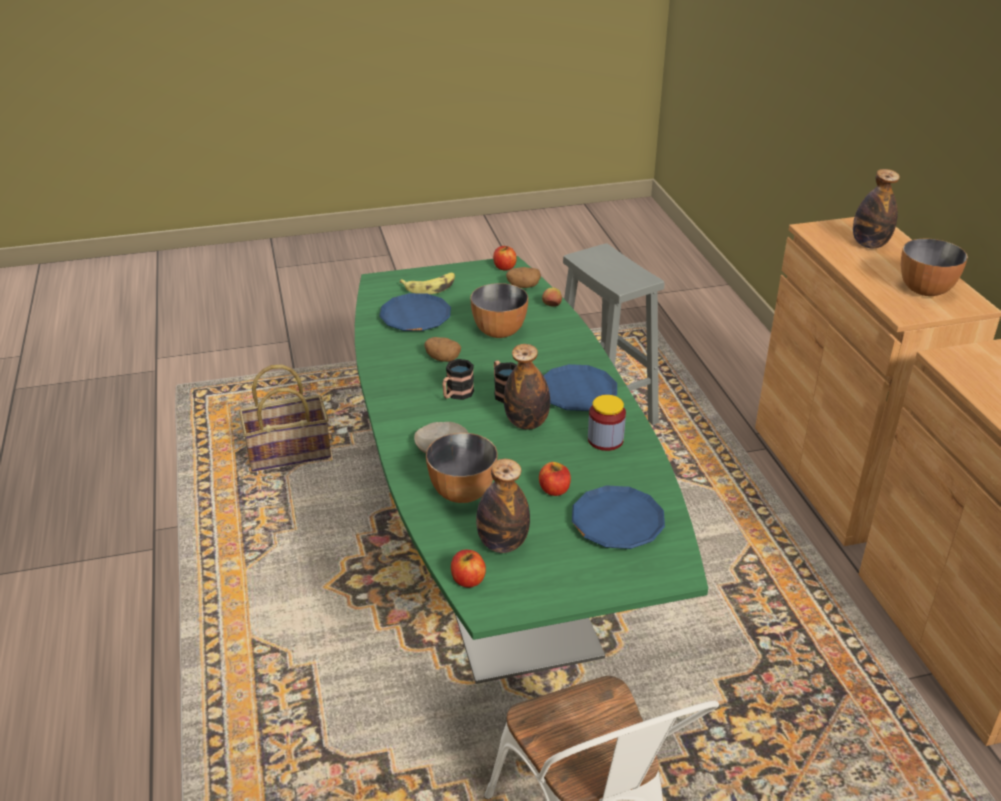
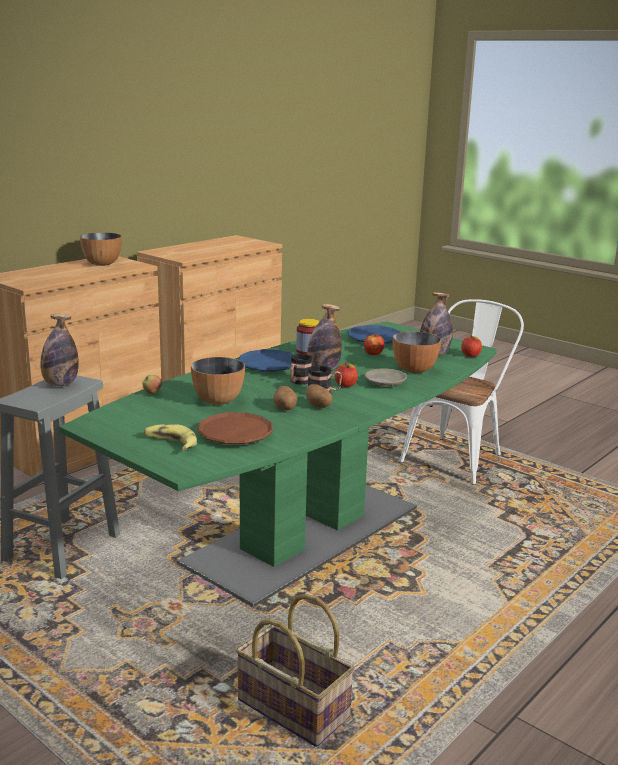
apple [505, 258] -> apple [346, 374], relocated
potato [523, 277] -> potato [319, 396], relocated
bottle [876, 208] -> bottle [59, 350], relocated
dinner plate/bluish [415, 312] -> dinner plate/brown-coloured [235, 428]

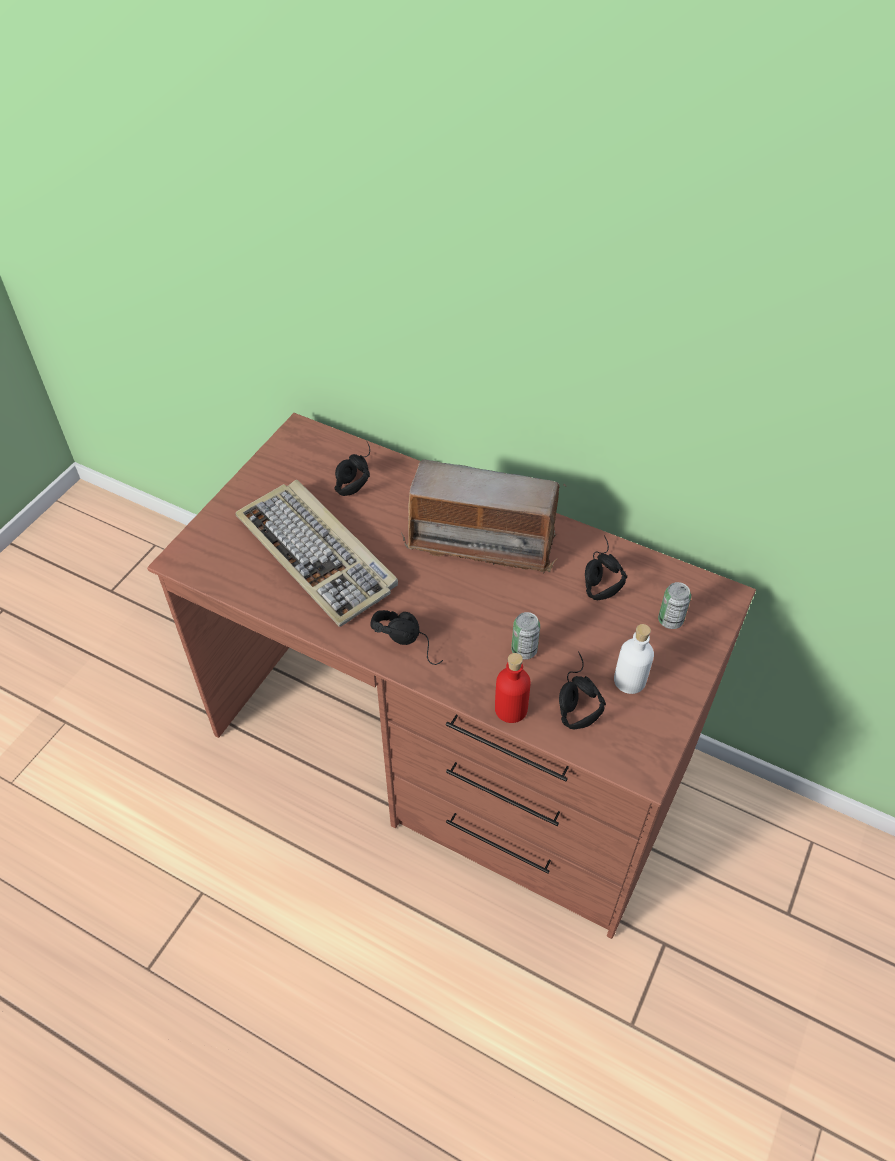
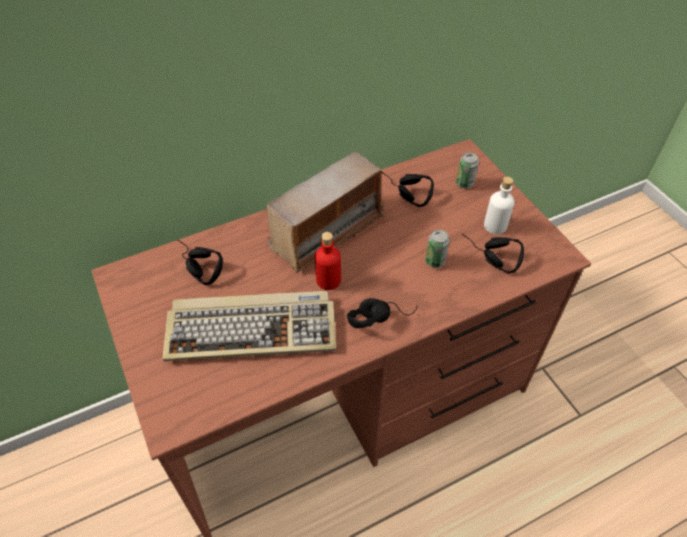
bottle/red [513, 688] -> bottle/red [328, 261], relocated

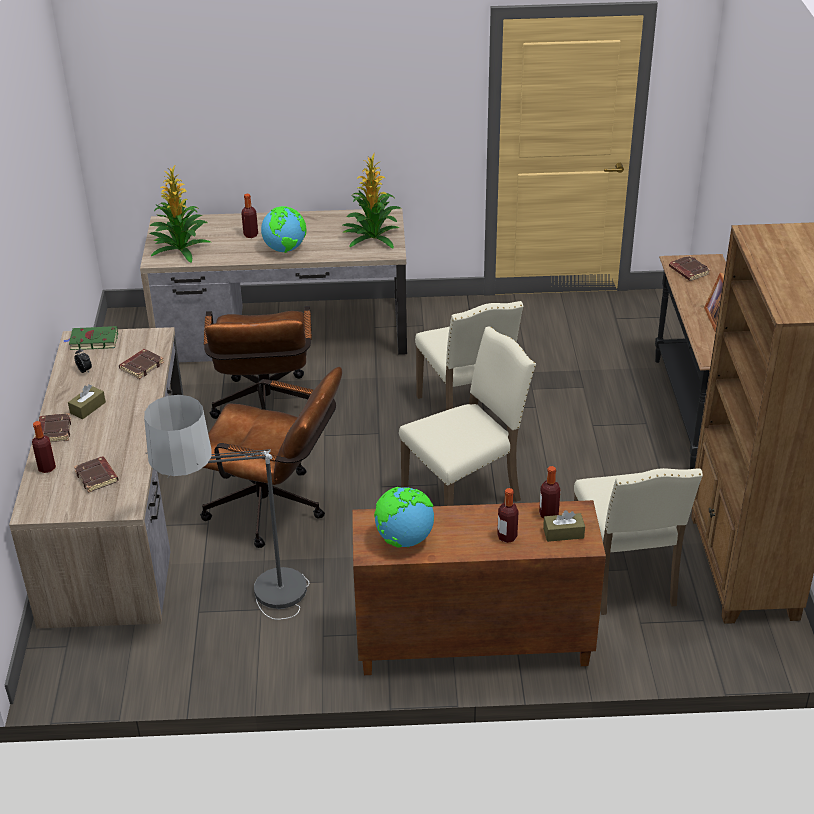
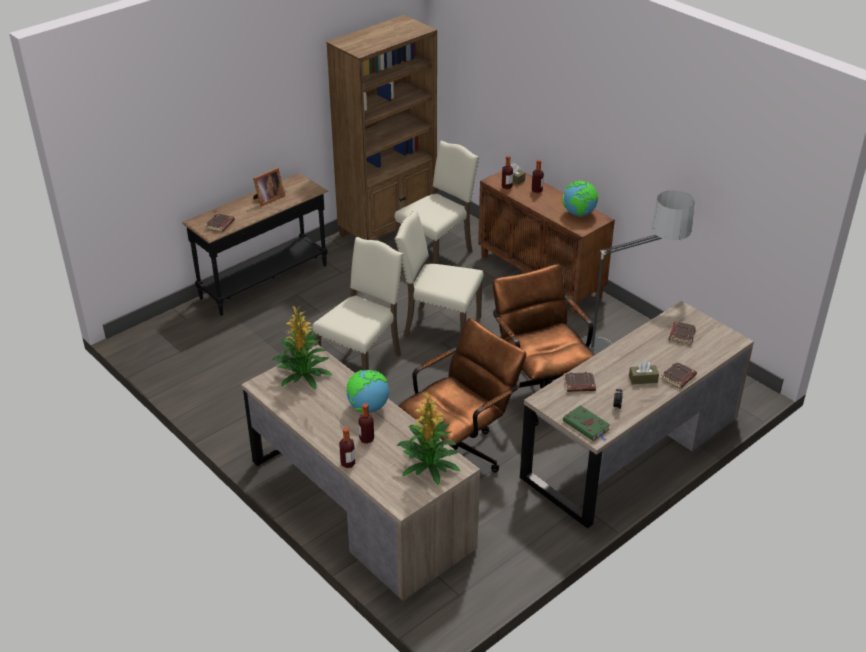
bottle [44, 447] -> bottle [347, 447], relocated

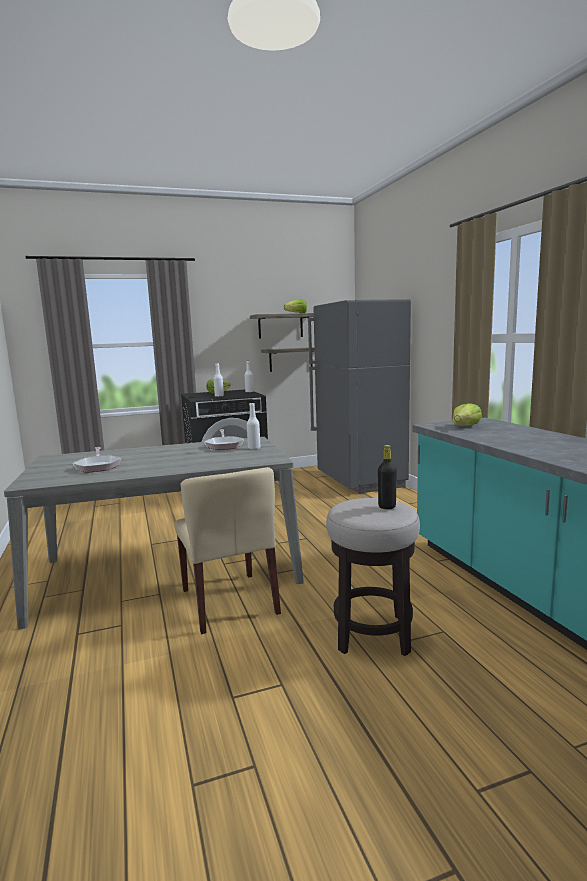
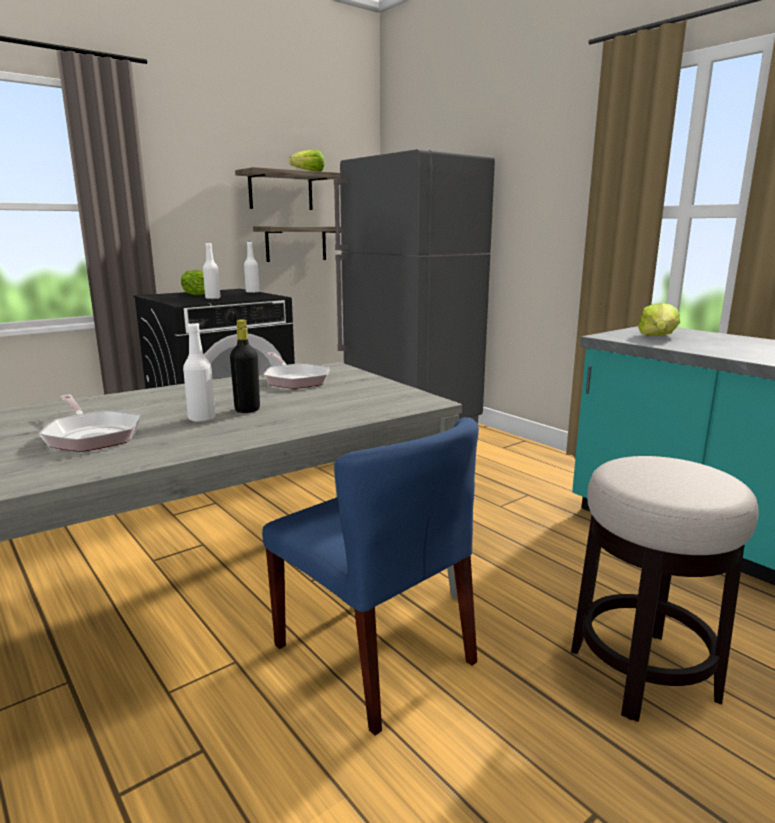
bottle/white [254, 426] -> bottle/white [199, 372], relocated
bottle/blackish [387, 477] -> bottle/blackish [245, 366], relocated
chair/beige-coloured [228, 550] -> chair/bluish [370, 576]

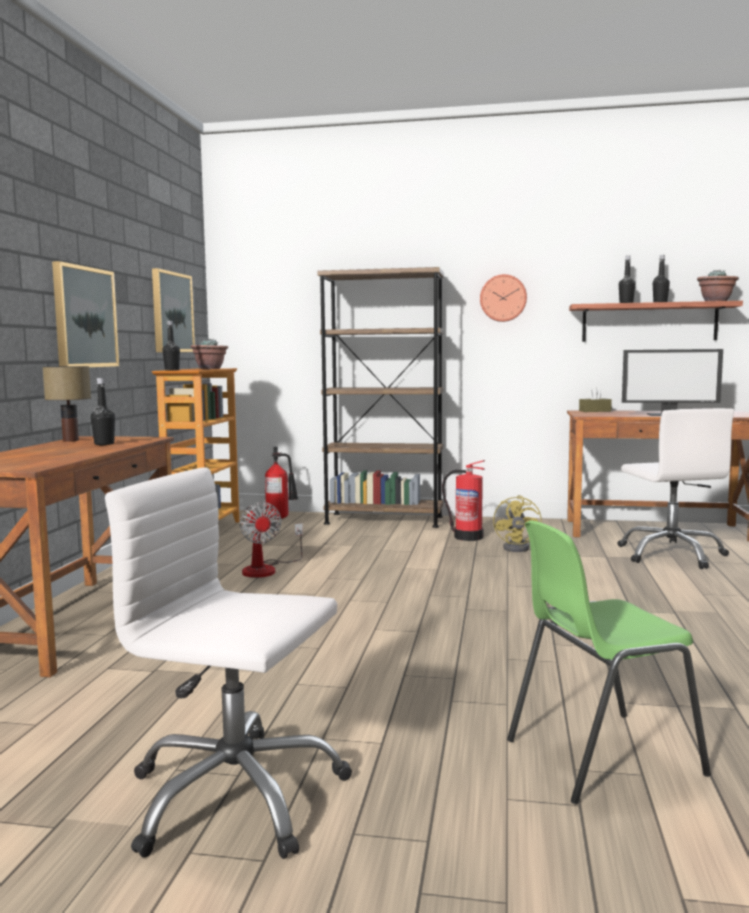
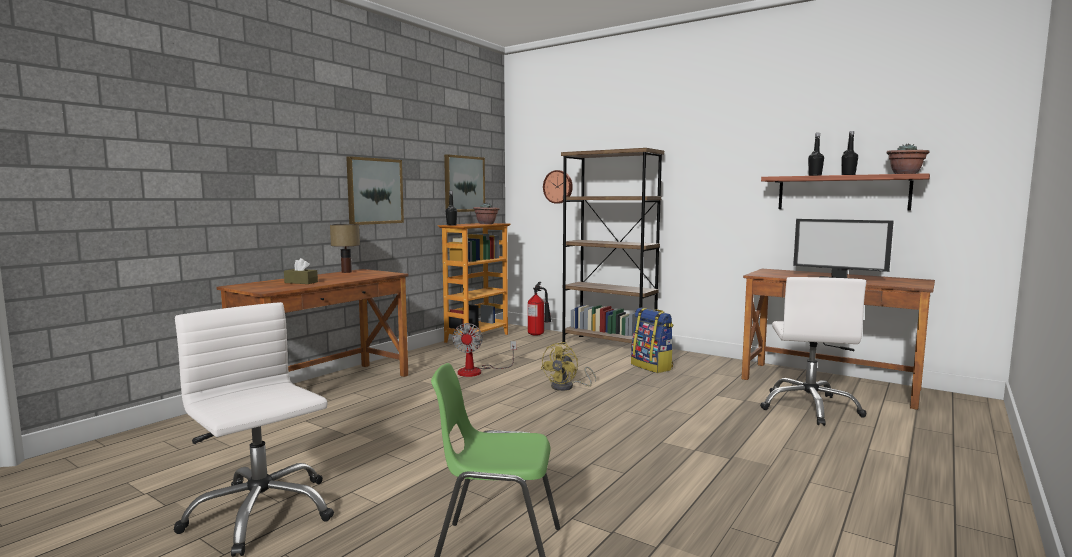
bottle/blackish [103, 411] -> none
hanging clock [503, 298] -> hanging clock [558, 187], relocated
fan/yellowish [517, 523] -> fan/yellowish [568, 366], relocated
box of tissues/brown-coloured [595, 399] -> box of tissues/brown-coloured [301, 271], relocated
fire extinguisher [463, 500] -> knapsack [652, 340]

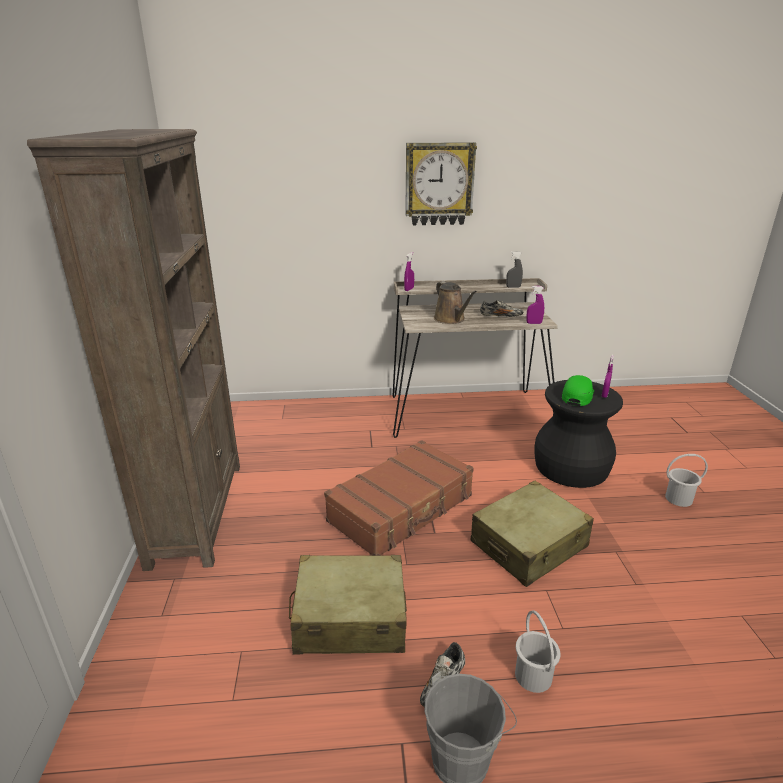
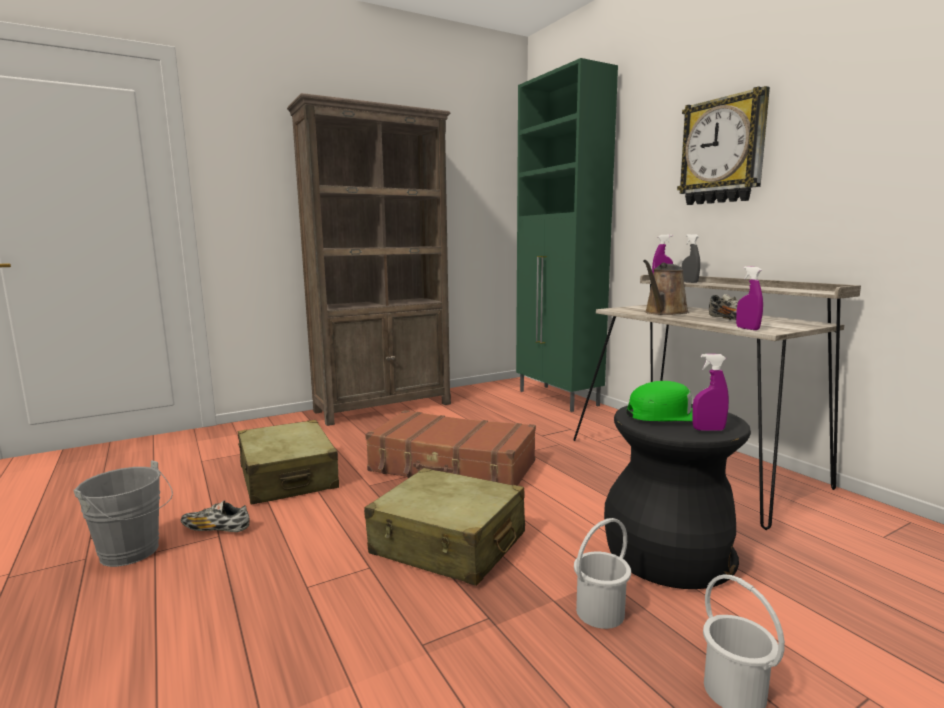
none -> cupboard/green-coloured [567, 235]
hand sprayer/greyish [514, 269] -> hand sprayer/greyish [691, 258], relocated
bucket/white [537, 652] -> bucket/white [602, 573], relocated

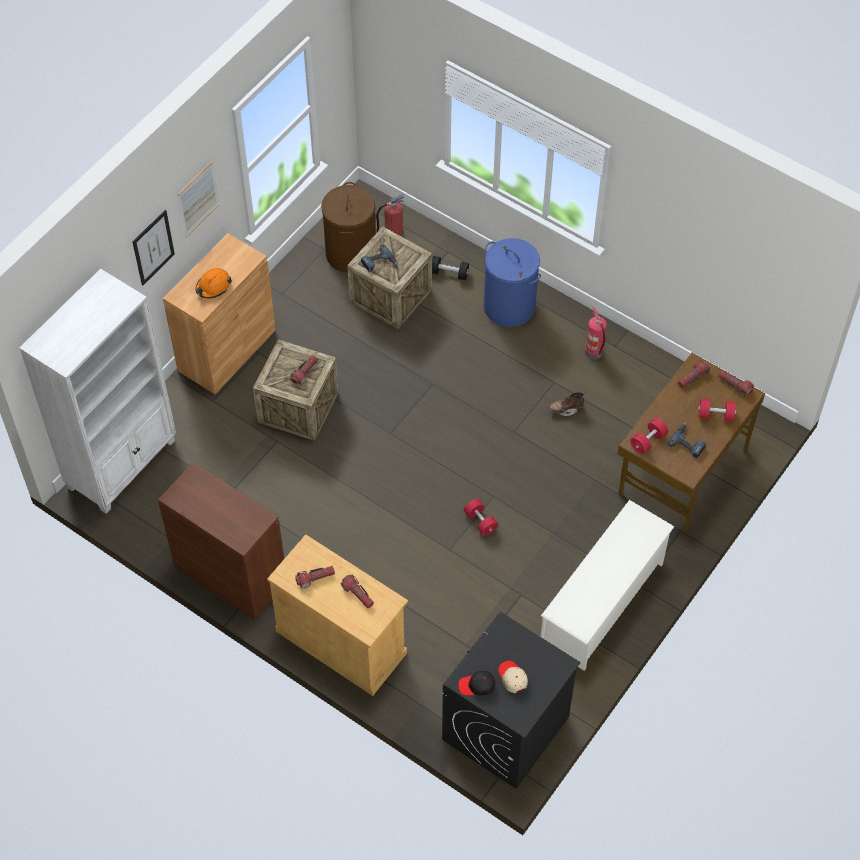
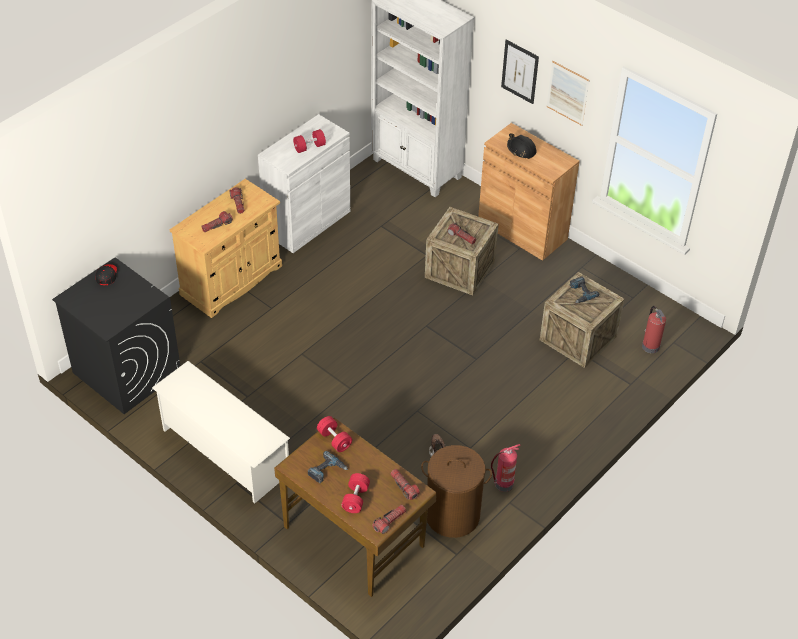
dumbbell/blackish [450, 268] -> none
laundry basket/bluish [512, 282] -> none
baseball cap/beige-coloured [513, 677] -> none
laundry basket/brown-coloured [348, 227] -> laundry basket/brown-coloured [456, 491], relocated
dumbbell/red [481, 517] -> dumbbell/red [309, 141], relocated
cupboard/brown-coloured [221, 540] -> cupboard/white [304, 183]
work helmet/orangey [214, 283] -> work helmet/blackish [522, 146]

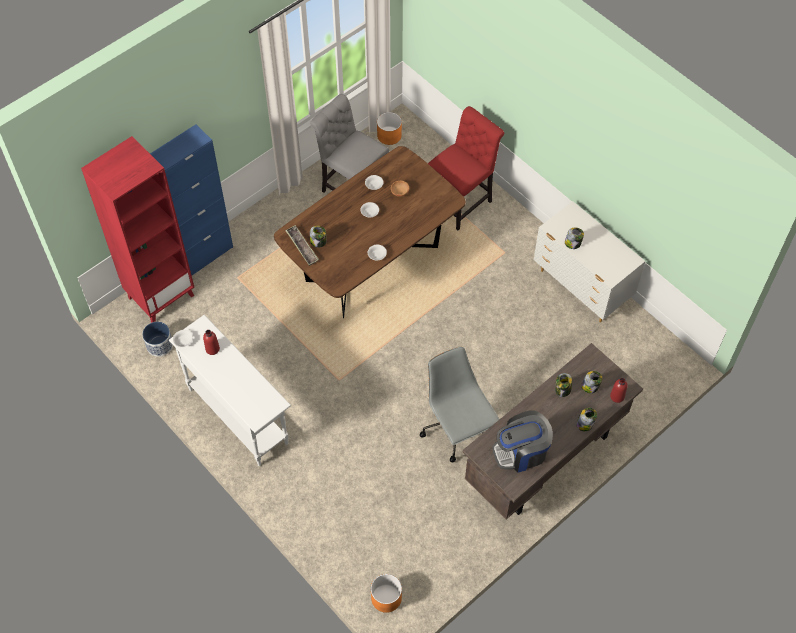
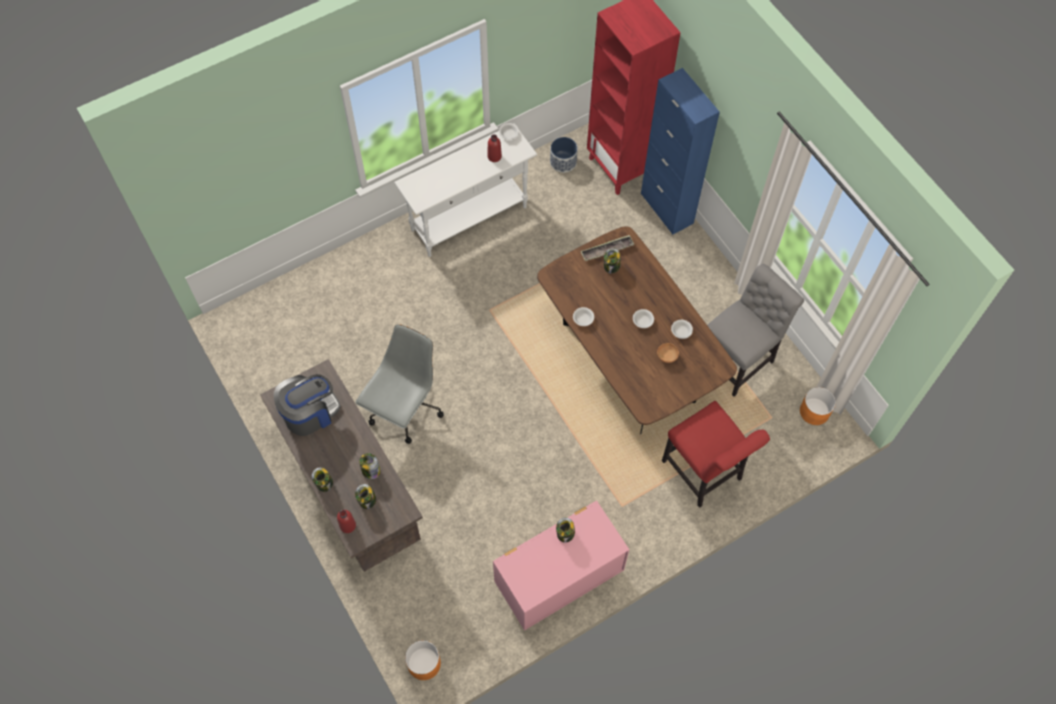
planter/orangey [386, 593] -> planter/orangey [423, 660], relocated
chest of drawers/white [589, 261] -> chest of drawers/pink-coloured [561, 565]
office chair/greyish [460, 404] -> office chair/greyish [400, 384], 45 degrees counterclockwise
coffee brewer [523, 441] -> coffee brewer [307, 405], 60 degrees clockwise

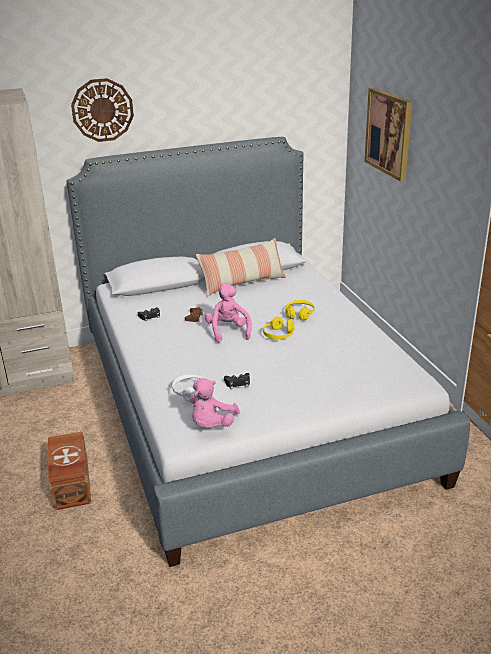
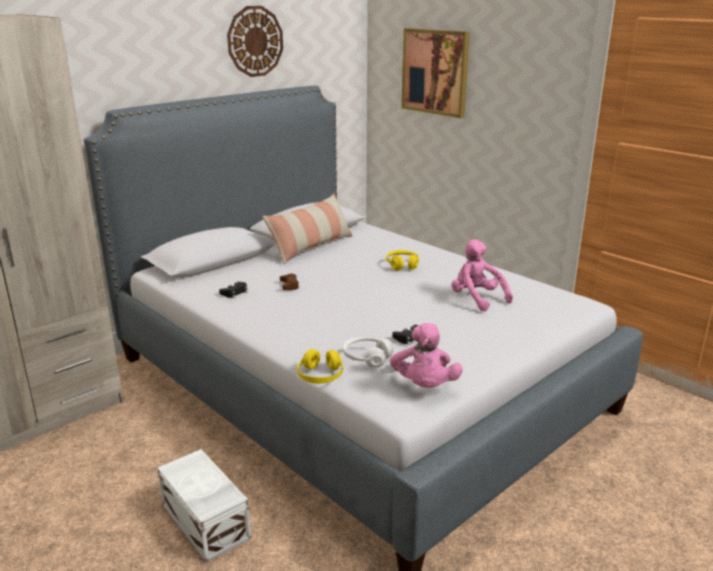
hanging clock [102, 110] -> hanging clock [255, 41], relocated
cuddly toy/pink-coloured [228, 313] -> cuddly toy/pink-coloured [482, 275], relocated
headphones/yellowish [278, 328] -> headphones/yellowish [320, 366], relocated
storage box/brown-coloured [69, 471] -> storage box/white [204, 505]

